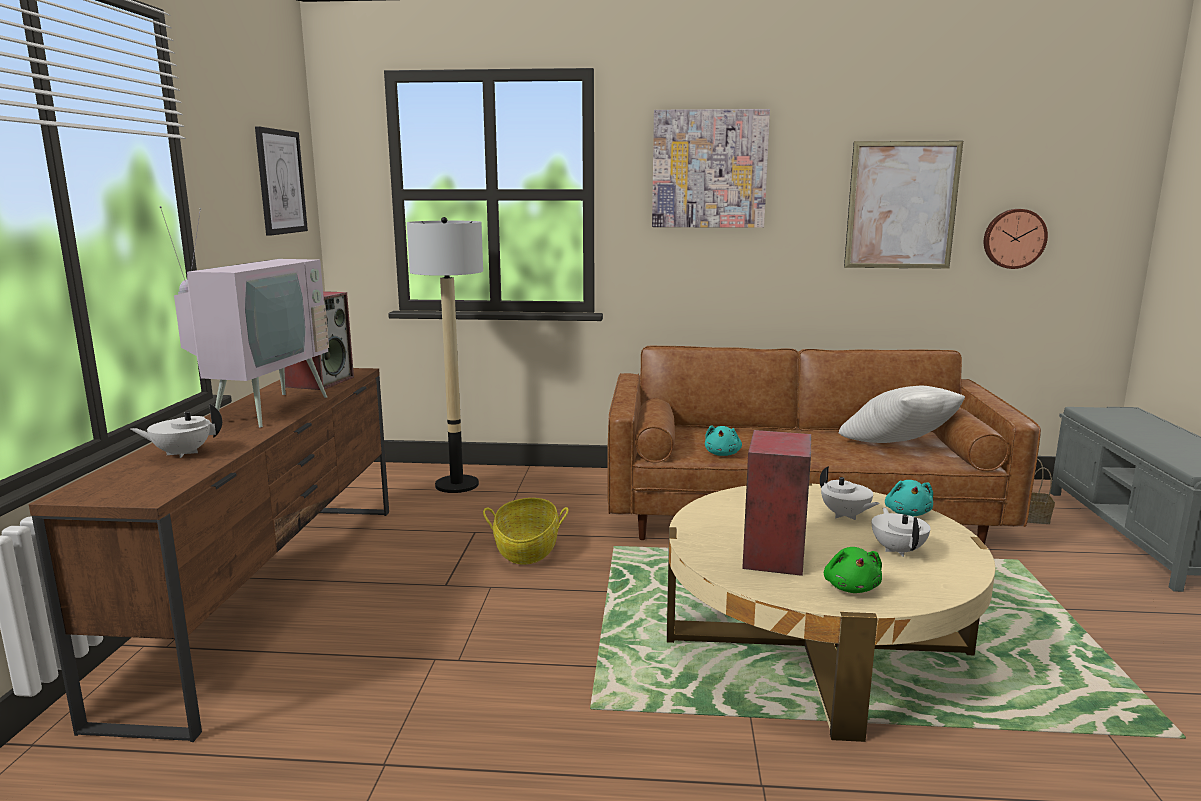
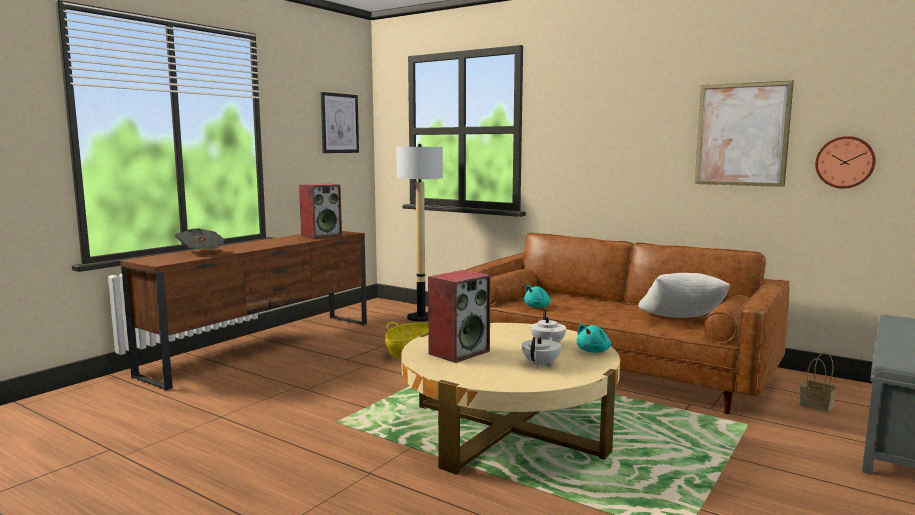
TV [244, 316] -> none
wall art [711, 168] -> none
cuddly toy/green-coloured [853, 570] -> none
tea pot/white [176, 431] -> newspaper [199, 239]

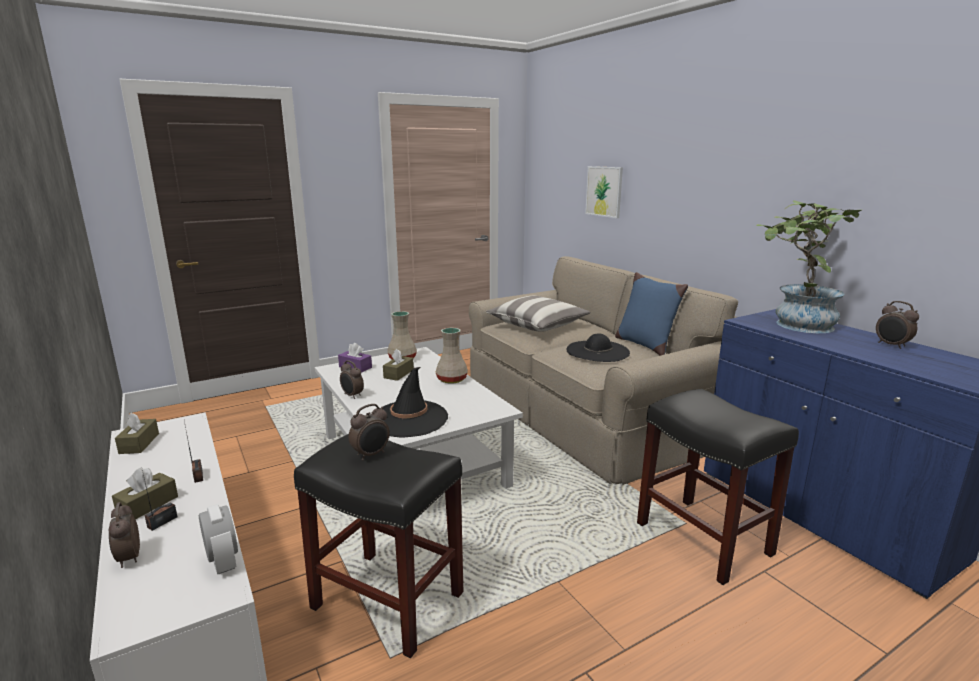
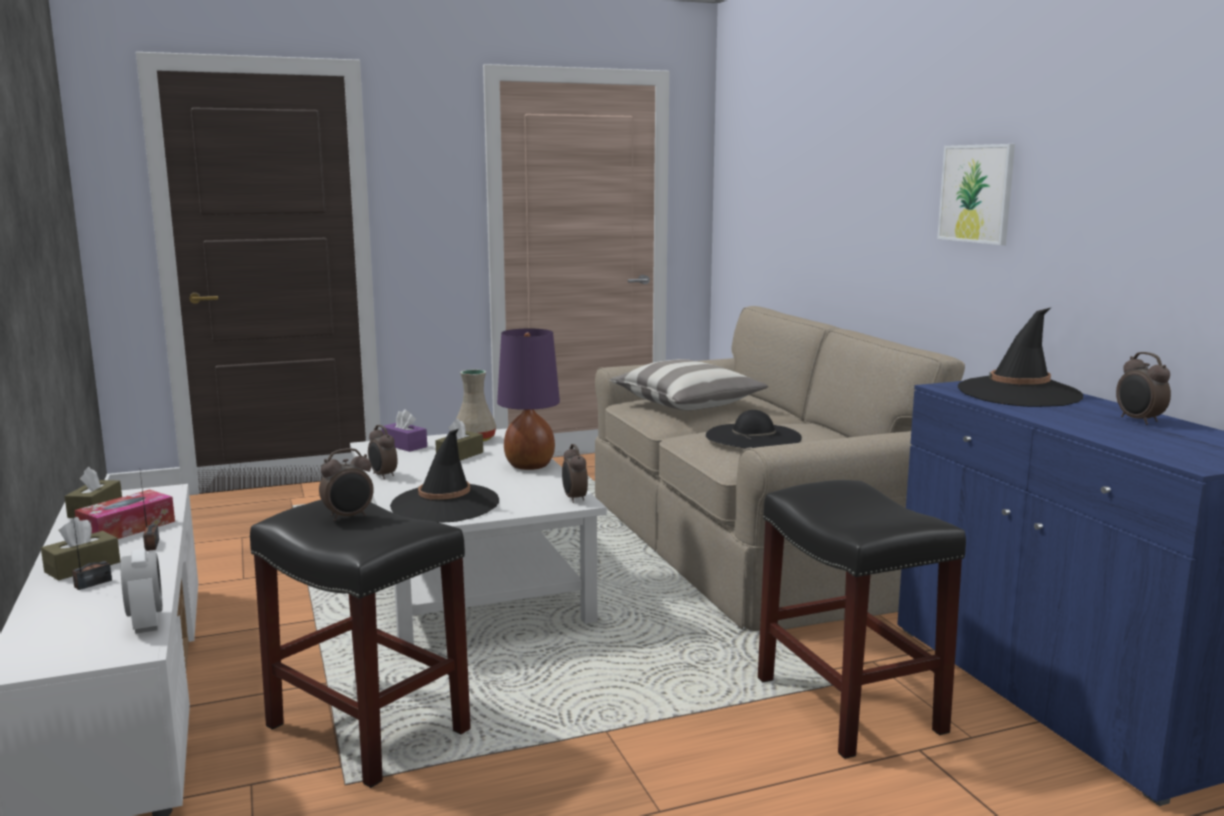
throw pillow/bluish [651, 314] -> none
none -> box of tissues [125, 514]
alarm clock [124, 535] -> alarm clock [575, 473], relocated
wall art [604, 192] -> wall art [976, 194], relocated
decorative vase/beige-coloured [452, 355] -> tabletop lamp/purple [528, 399]
houseplant [808, 266] -> wearable hat/blackish [1020, 357]

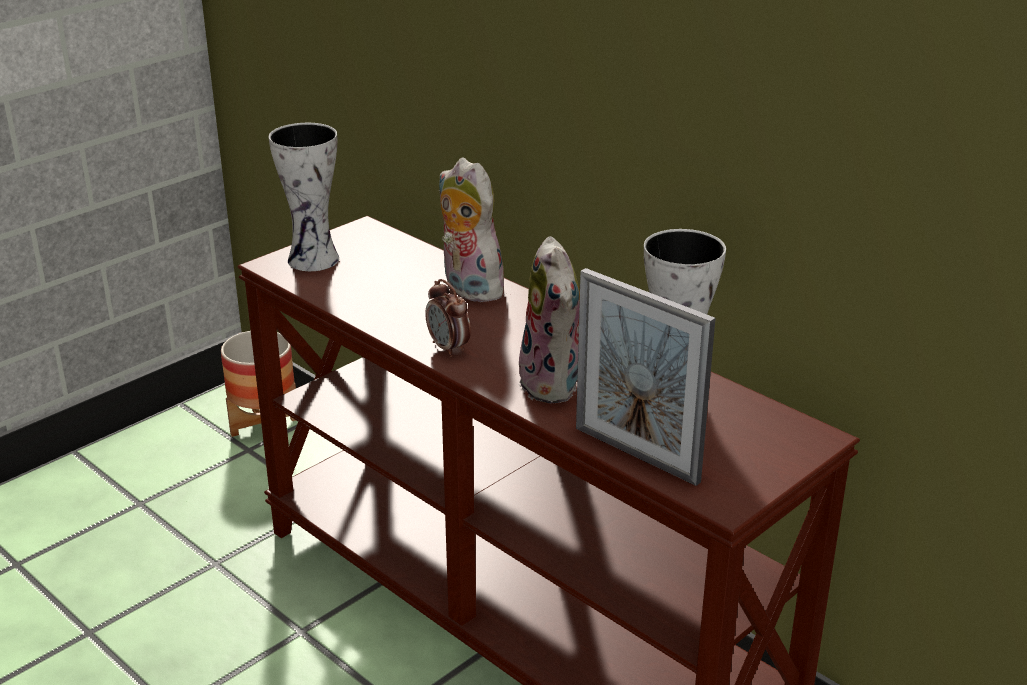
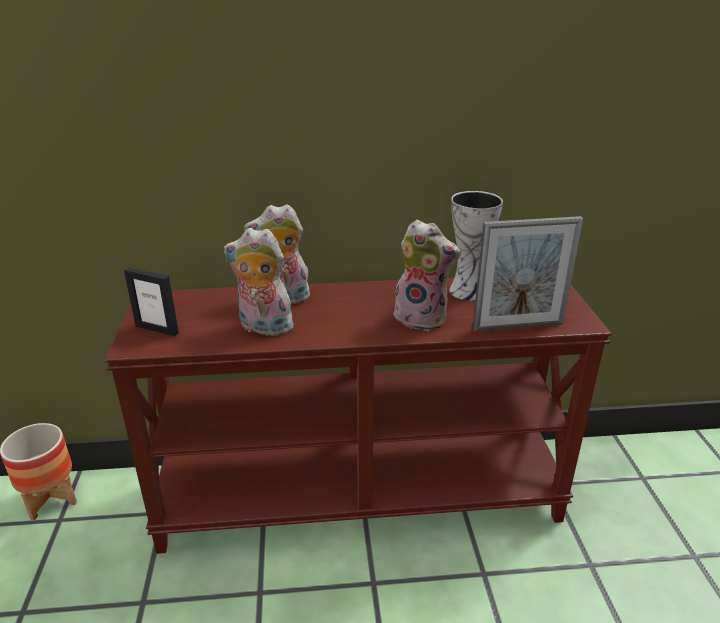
alarm clock [448, 318] -> none
none -> cuddly toy [260, 282]
decorative vase [303, 197] -> standing frame [151, 301]

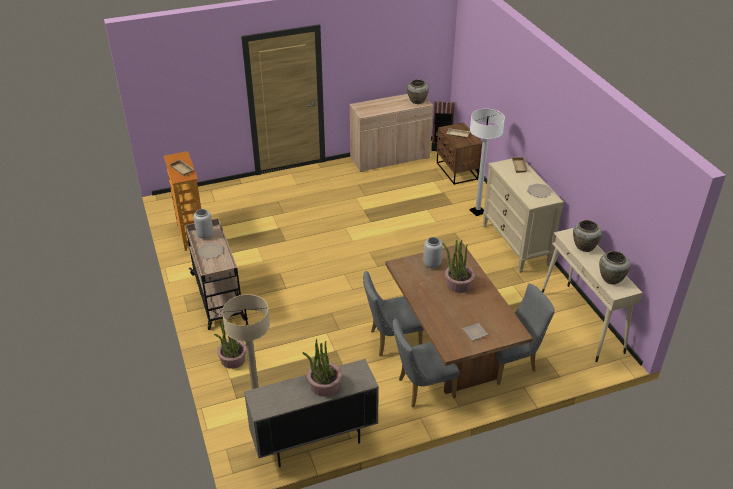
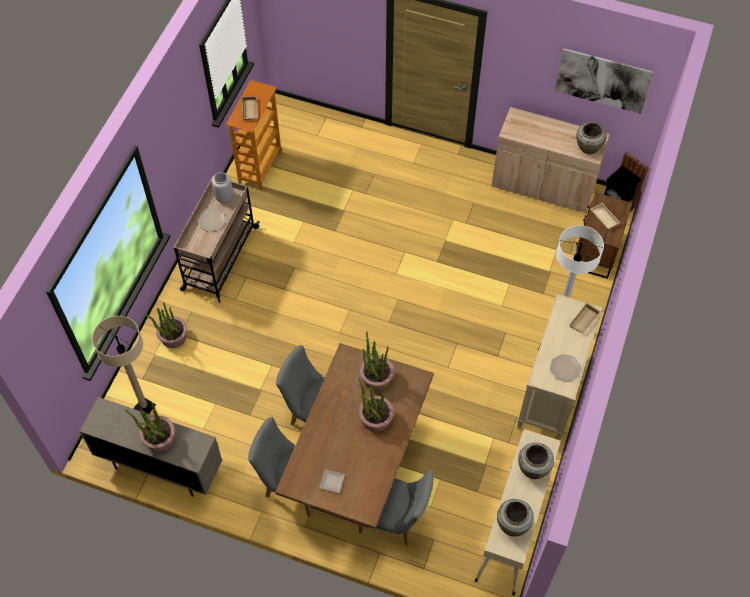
none -> wall art [604, 81]
decorative vase/greyish [433, 253] -> houseplant [377, 361]

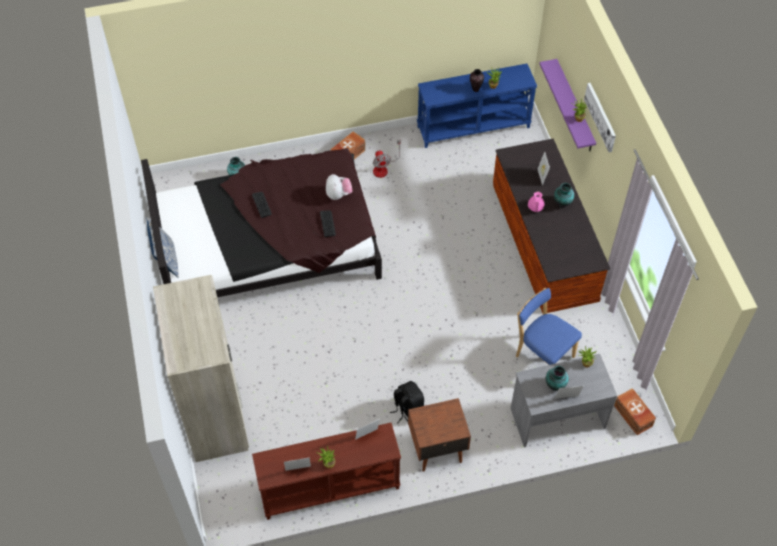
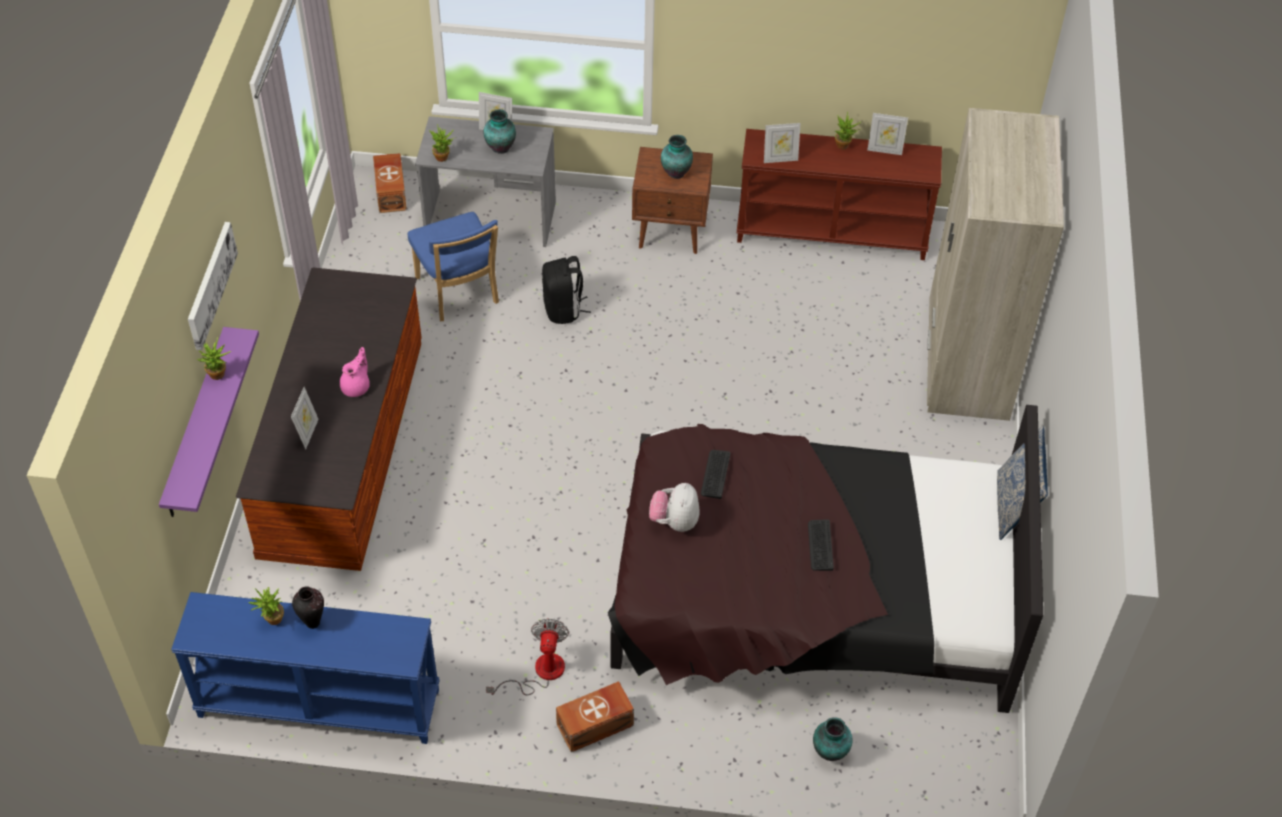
knapsack/blackish [407, 402] -> knapsack/blackish [566, 290], relocated
decorative vase [564, 195] -> decorative vase [677, 157], relocated

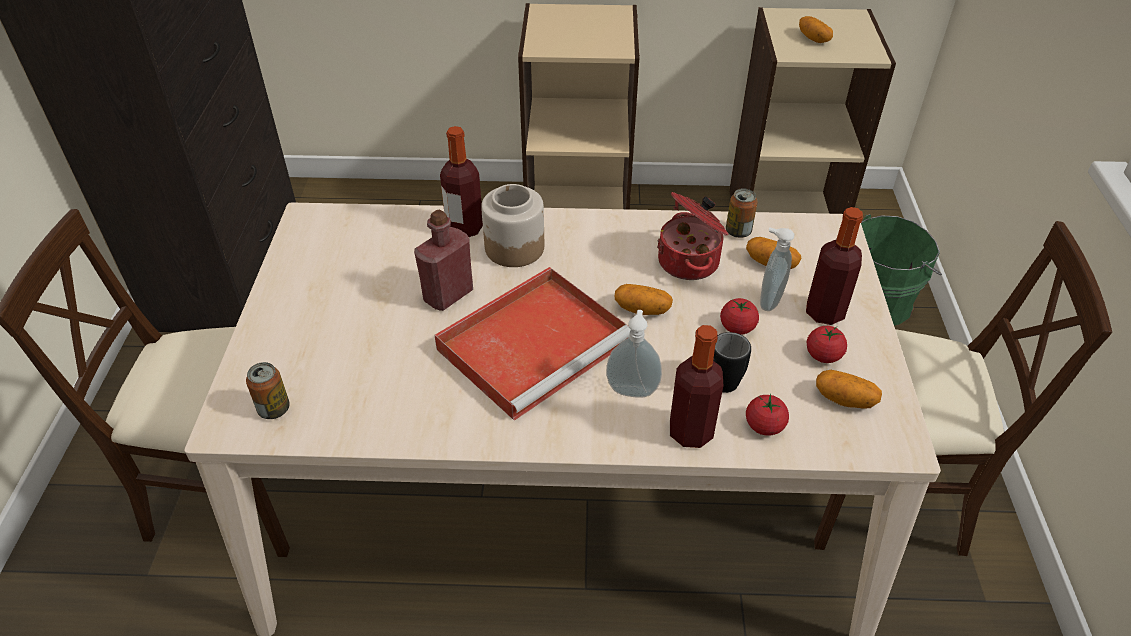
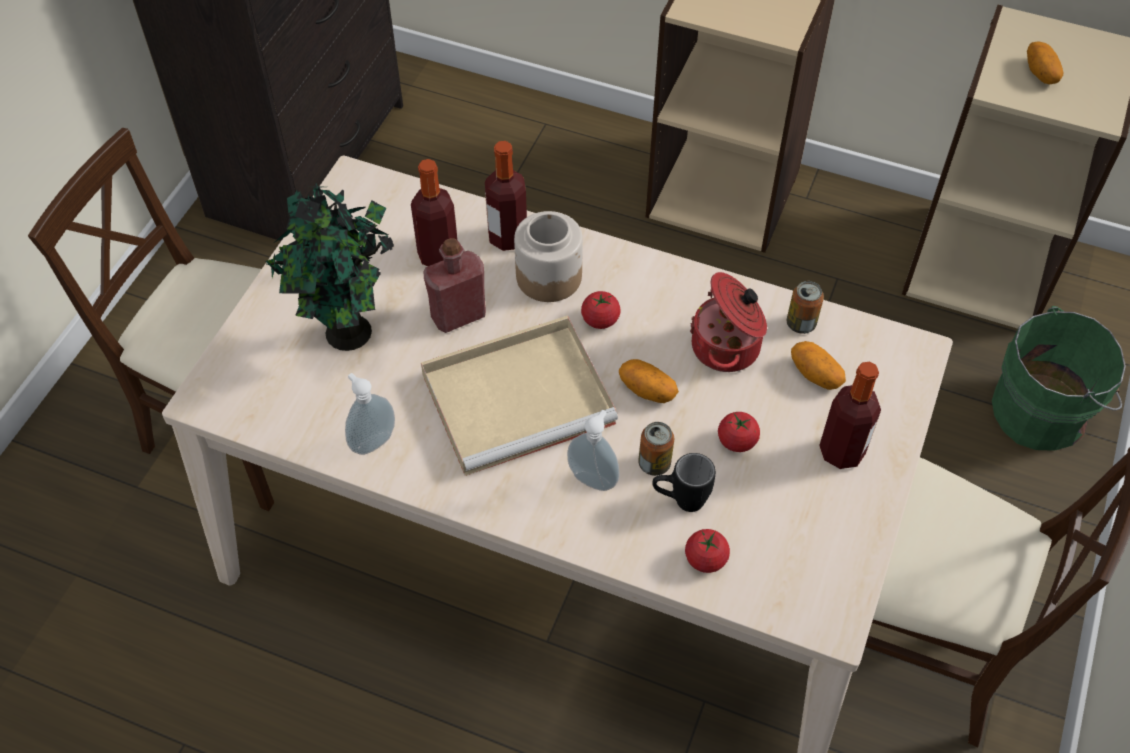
potato [849, 389] -> none
none -> houseplant [329, 267]
metal can [268, 390] -> metal can [656, 449], relocated
bottle [696, 386] -> bottle [434, 212], relocated
soap dispenser [777, 269] -> soap dispenser [370, 414], relocated
fresh tomato [827, 344] -> fresh tomato [601, 310], relocated
carrying tray/red [533, 344] -> carrying tray/beige-coloured [519, 396]

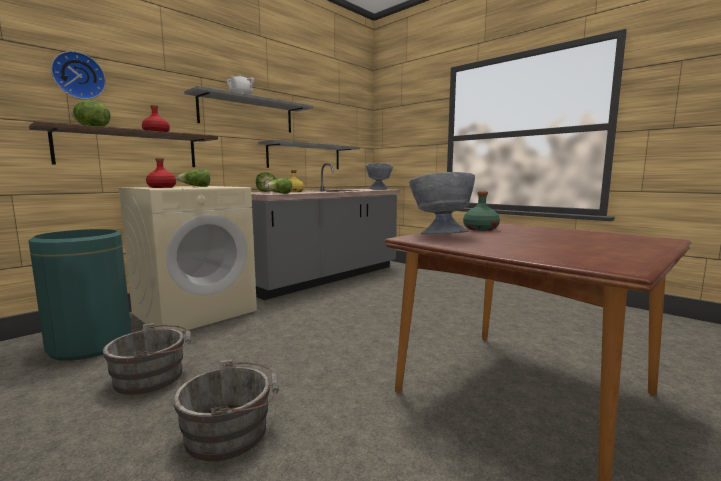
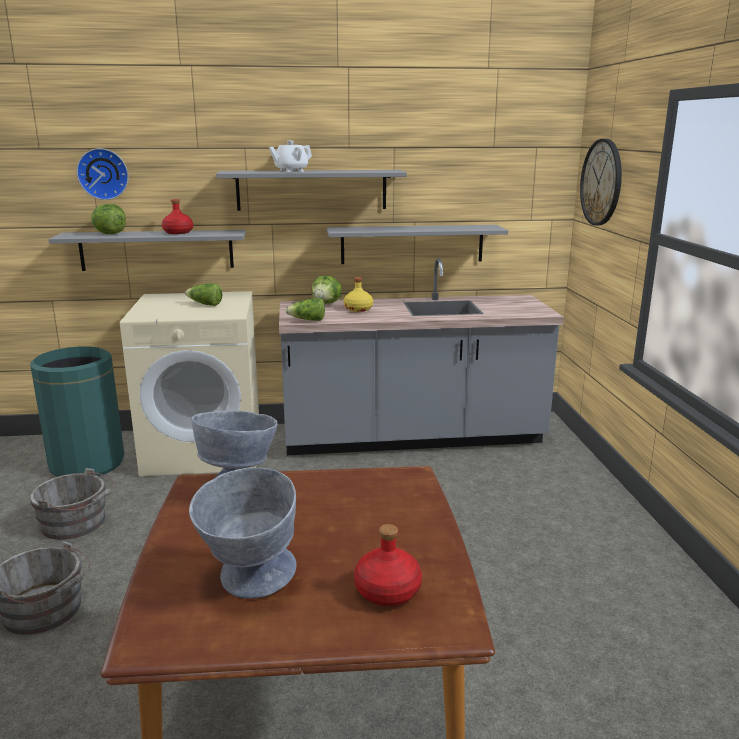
bottle/green-coloured [481, 211] -> none
none -> hanging clock [601, 182]
bottle/red [161, 173] -> bottle/red [388, 565], relocated
deep dish/greyish [379, 176] -> deep dish/greyish [243, 533], relocated
bracket shelf/brown-coloured [123, 144] -> bracket shelf/greyish [147, 250]

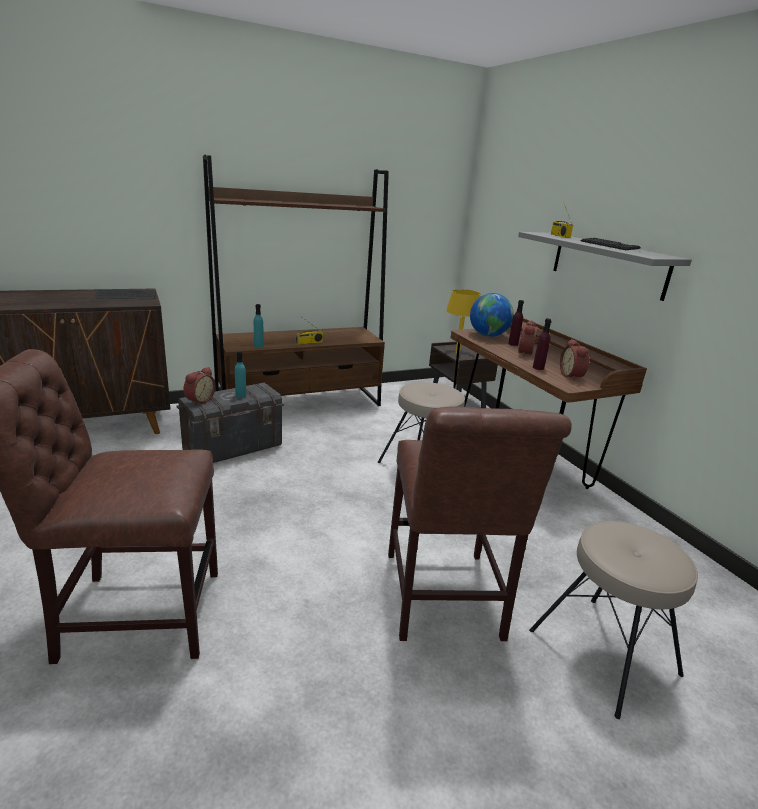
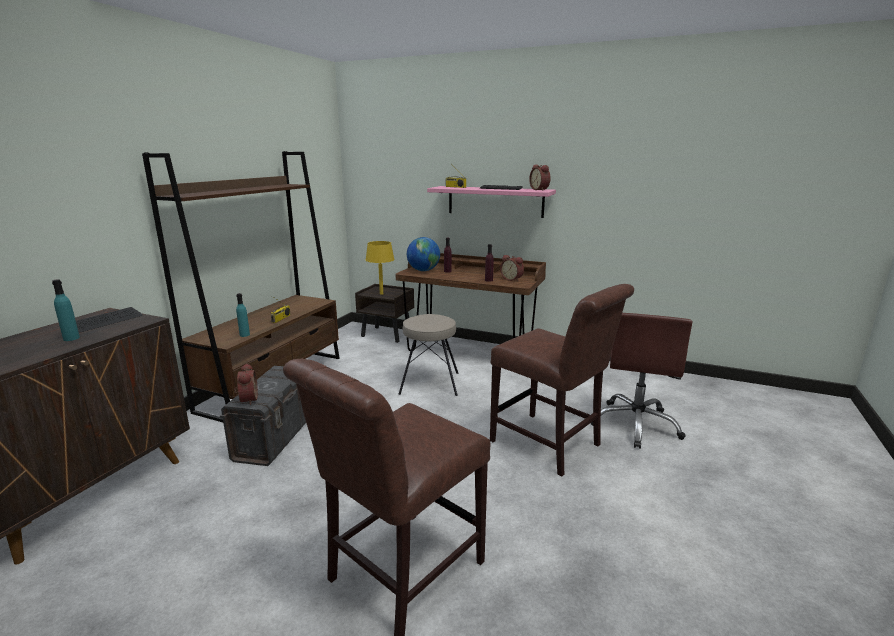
bottle/turquoise [240, 374] -> bottle/turquoise [66, 310], relocated
alarm clock [528, 338] -> alarm clock [540, 177], relocated
sitting stool/beige-coloured [613, 620] -> office chair/brown-coloured [641, 381]
bracket shelf/greyish [605, 266] -> bracket shelf/pink-coloured [491, 202]

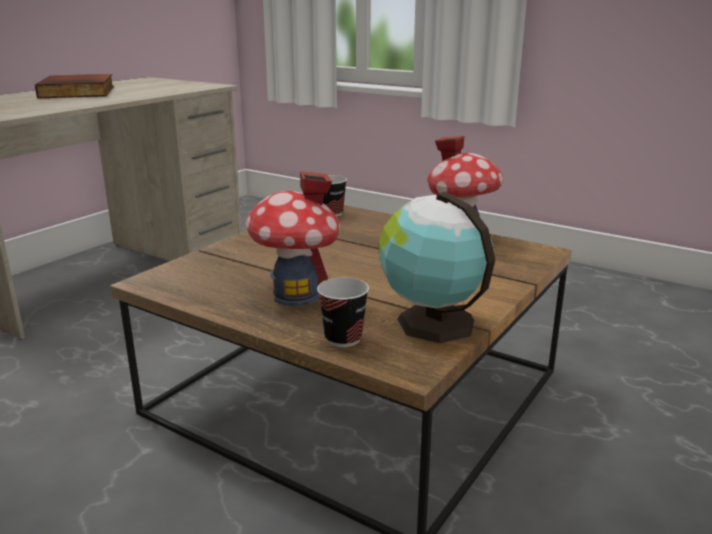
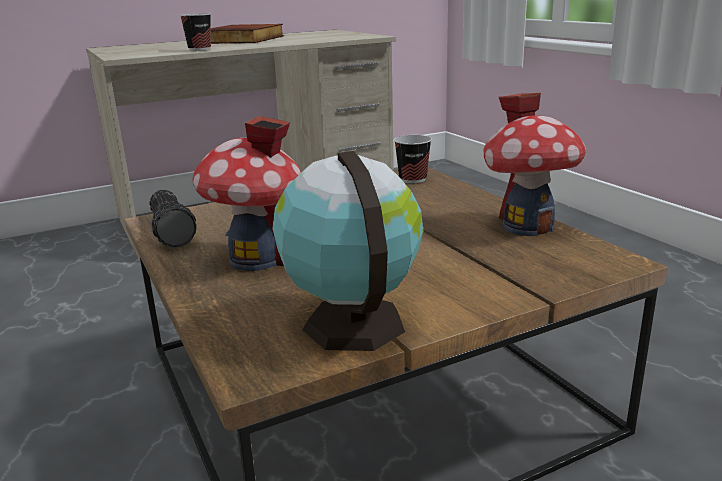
none -> torch [173, 219]
cup [343, 312] -> cup [195, 32], relocated

